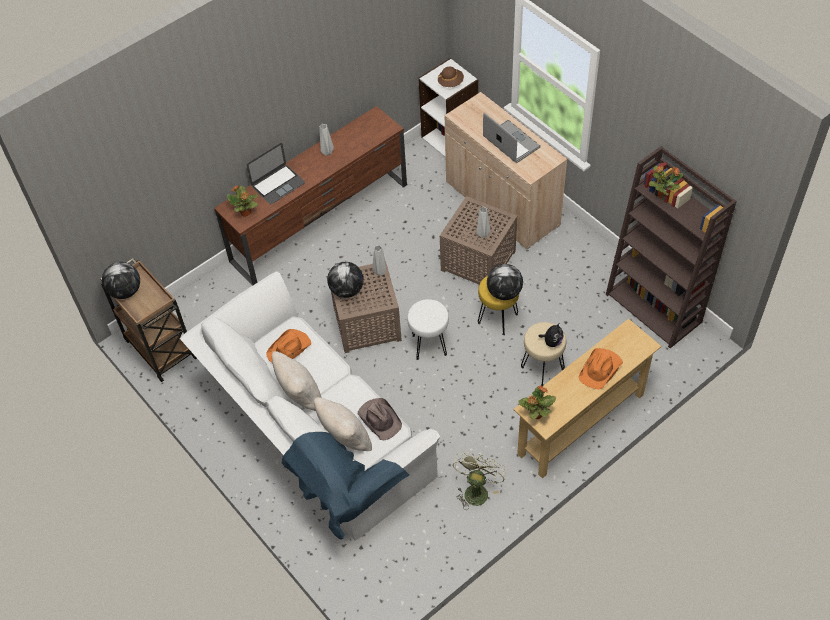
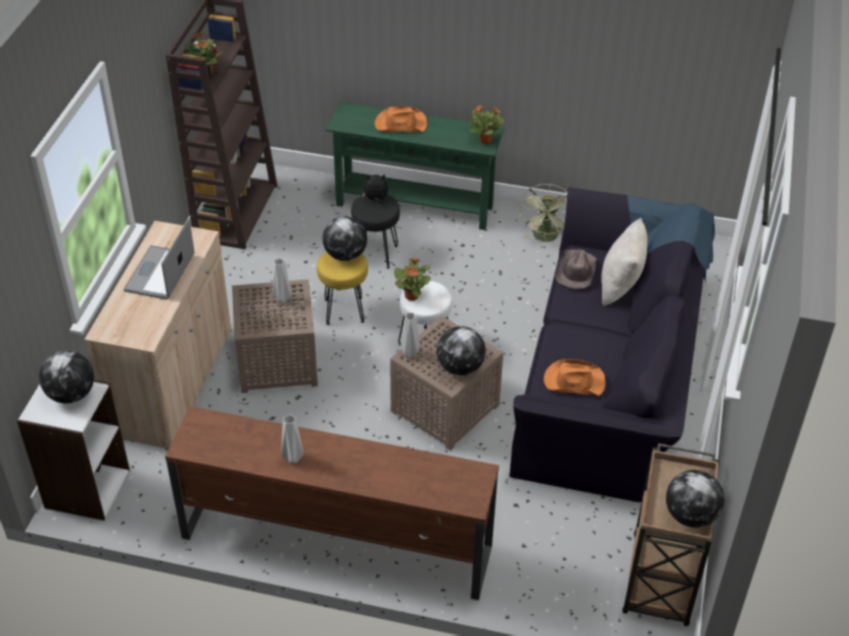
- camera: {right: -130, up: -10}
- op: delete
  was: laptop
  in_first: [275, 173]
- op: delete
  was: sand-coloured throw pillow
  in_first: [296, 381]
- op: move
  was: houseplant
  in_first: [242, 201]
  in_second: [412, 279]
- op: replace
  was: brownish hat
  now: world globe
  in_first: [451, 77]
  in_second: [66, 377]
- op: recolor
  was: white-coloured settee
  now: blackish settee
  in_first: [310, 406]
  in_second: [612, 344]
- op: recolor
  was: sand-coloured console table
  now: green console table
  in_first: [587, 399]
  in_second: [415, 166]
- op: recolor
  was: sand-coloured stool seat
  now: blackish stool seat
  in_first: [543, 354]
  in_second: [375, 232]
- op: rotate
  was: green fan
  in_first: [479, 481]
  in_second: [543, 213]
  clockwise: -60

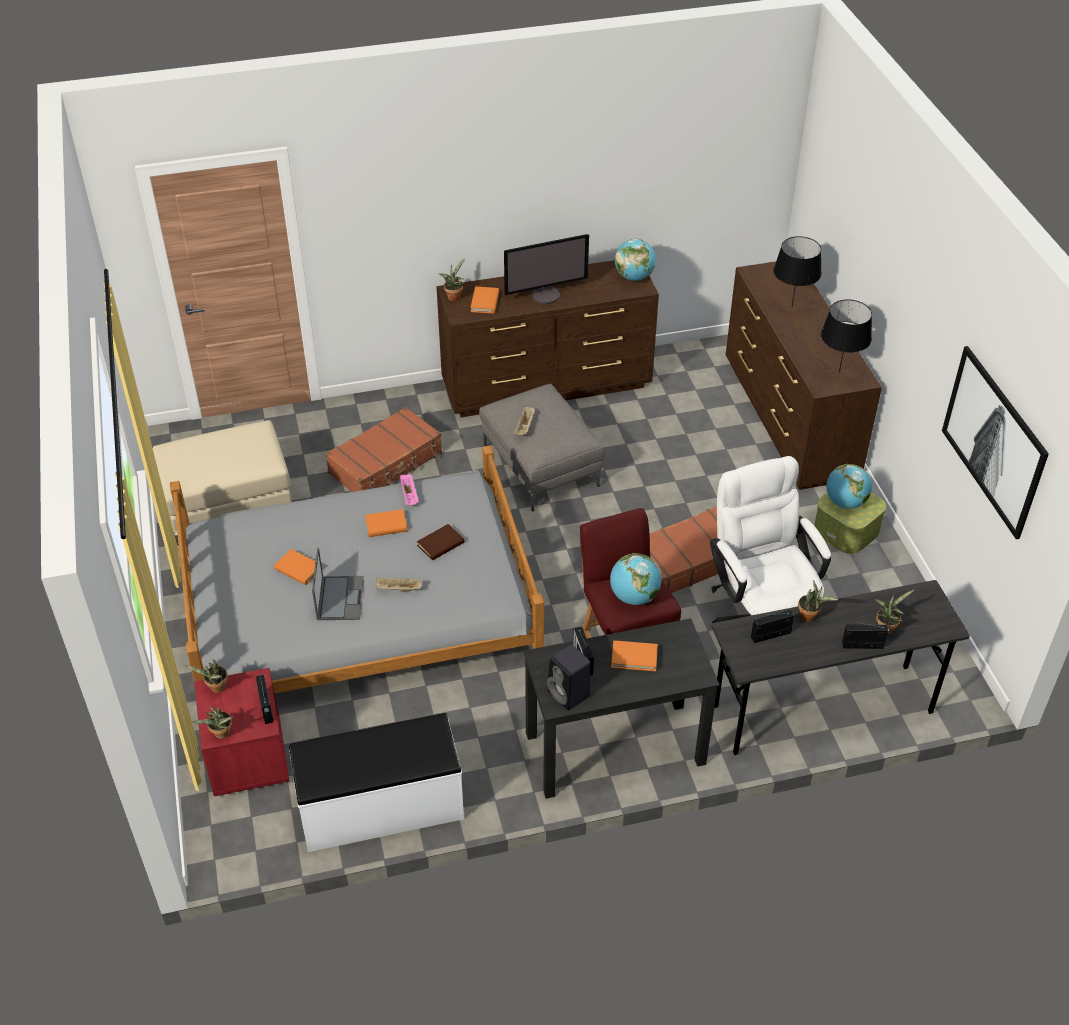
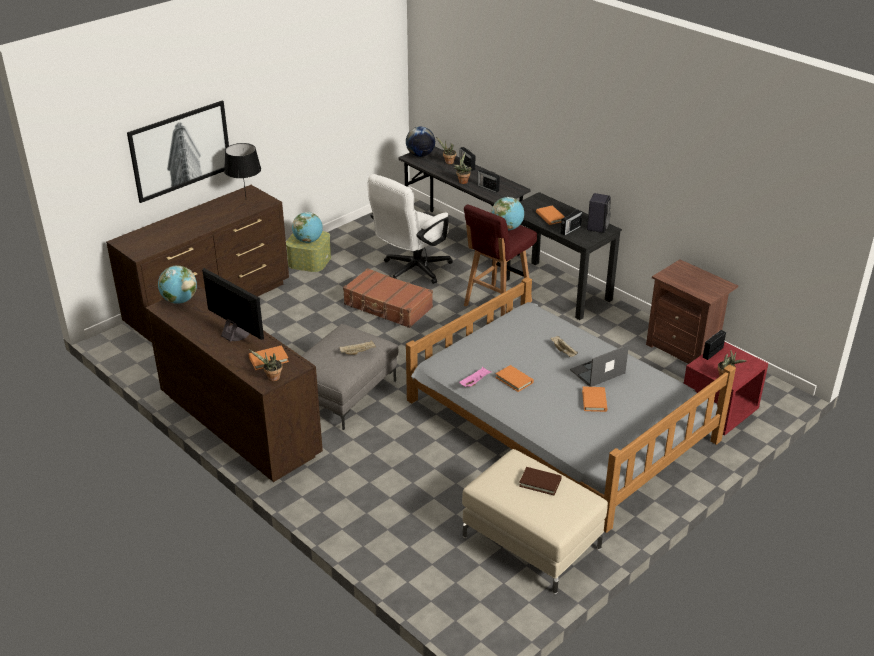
- camera: {right: -120, up: -10}
- op: delete
  was: houseplant
  in_first: [212, 723]
- op: delete
  was: brownish travel case
  in_first: [383, 449]
- op: delete
  was: blackish lamp for a table
  in_first: [798, 271]
- op: insert
  now: world globe
  in_second: [420, 142]
- op: move
  was: brownish bound book
  in_first: [441, 542]
  in_second: [540, 481]
- op: move
  was: picture
  in_first: [995, 442]
  in_second: [178, 152]
- op: replace
  was: white-coloured long seat
  now: brownish bedside table
  in_first: [376, 782]
  in_second: [692, 311]

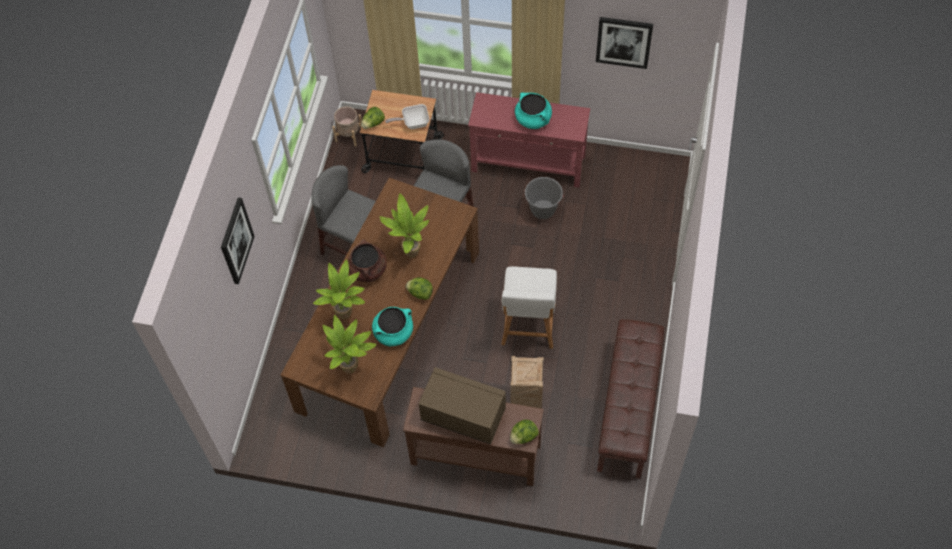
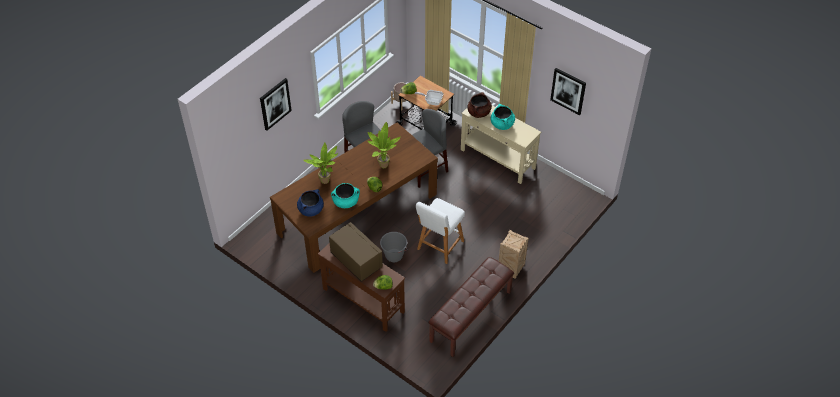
- camera: {right: 25, up: -10}
- op: move
  was: brownish saucepot
  in_first: [367, 260]
  in_second: [479, 105]
- op: move
  was: shipping crate
  in_first: [527, 382]
  in_second: [514, 254]
- op: move
  was: grey water bucket
  in_first: [544, 198]
  in_second: [393, 247]
- op: replace
  was: houseplant
  now: blue-coloured saucepot
  in_first: [350, 344]
  in_second: [310, 203]
- op: recolor
  was: red console table
  now: sand-coloured console table
  in_first: [529, 140]
  in_second: [501, 144]

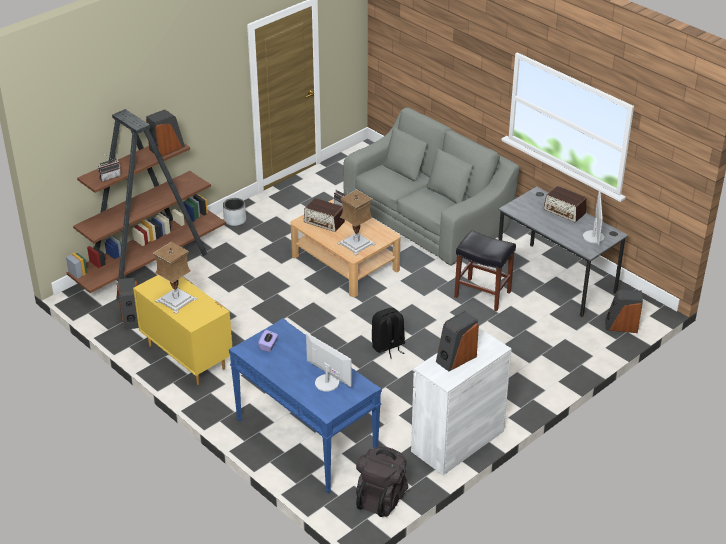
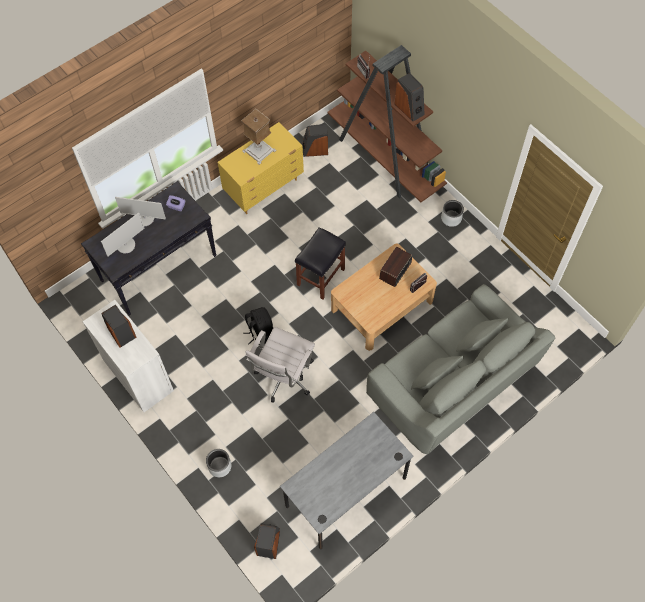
- camera: {right: 95, up: 25}
- op: delete
  was: lamp for a table
  in_first: [356, 222]
- op: delete
  was: blackish rucksack
  in_first: [382, 481]
- op: delete
  was: radio
  in_first: [565, 204]
- op: insert
  now: grey plant pot
  in_second: [219, 463]
- op: insert
  now: white-coloured desk chair
  in_second: [280, 364]
- op: move
  was: blackish stool seat
  in_first: [485, 270]
  in_second: [320, 263]
- op: move
  was: computer screen
  in_first: [593, 217]
  in_second: [140, 211]
- op: recolor
  was: blue-coloured console table
  now: blackish console table
  in_first: [305, 405]
  in_second: [149, 248]

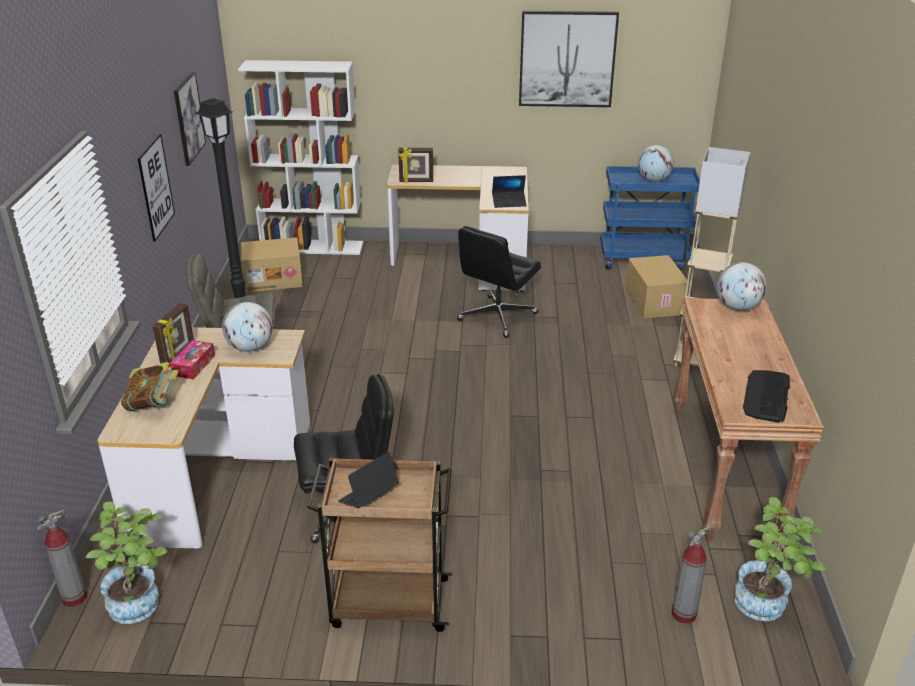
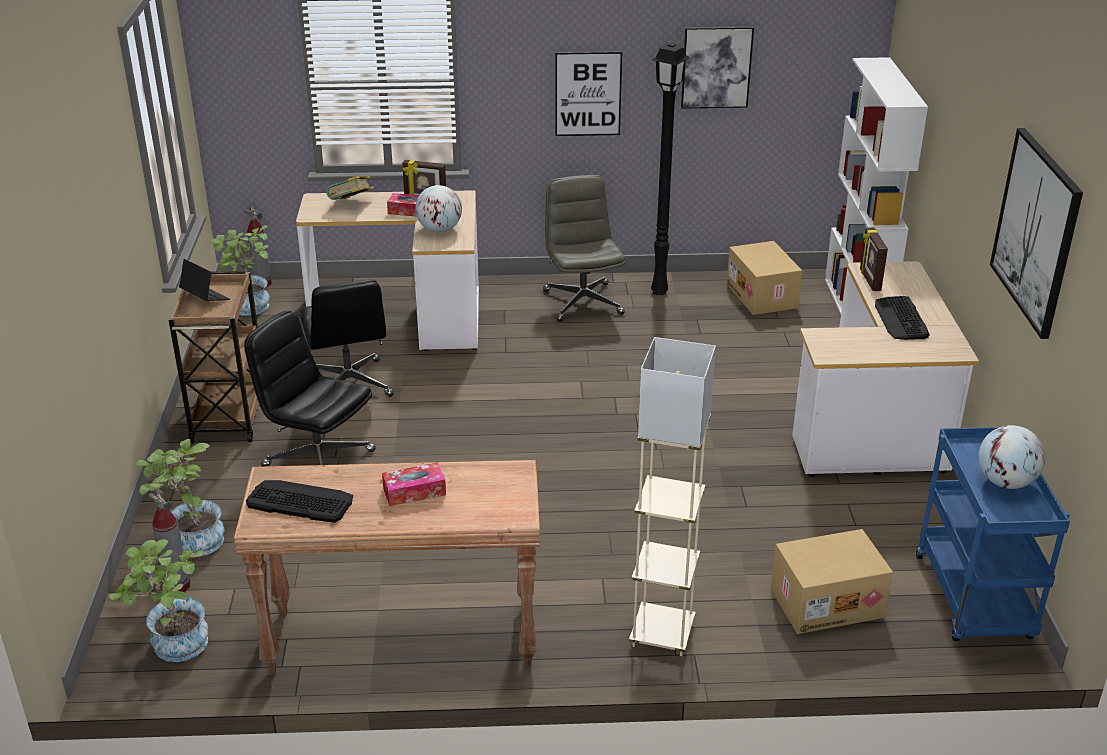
- camera: {right: 85, up: 0}
- op: delete
  was: laptop
  in_first: [509, 191]
- op: delete
  was: world globe
  in_first: [742, 286]
- op: insert
  now: houseplant
  in_second: [180, 498]
- op: insert
  now: box of tissues
  in_second: [414, 484]
- op: insert
  now: keyboard
  in_second: [902, 318]
- op: move
  was: blackish desk chair
  in_first: [499, 282]
  in_second: [310, 388]

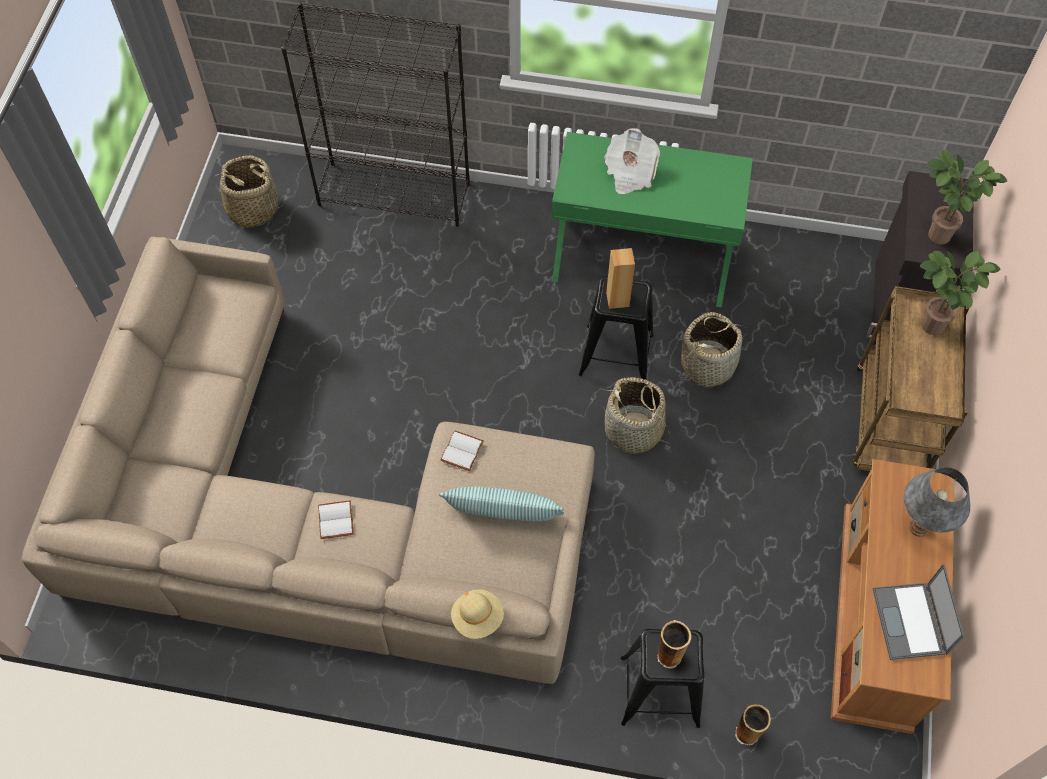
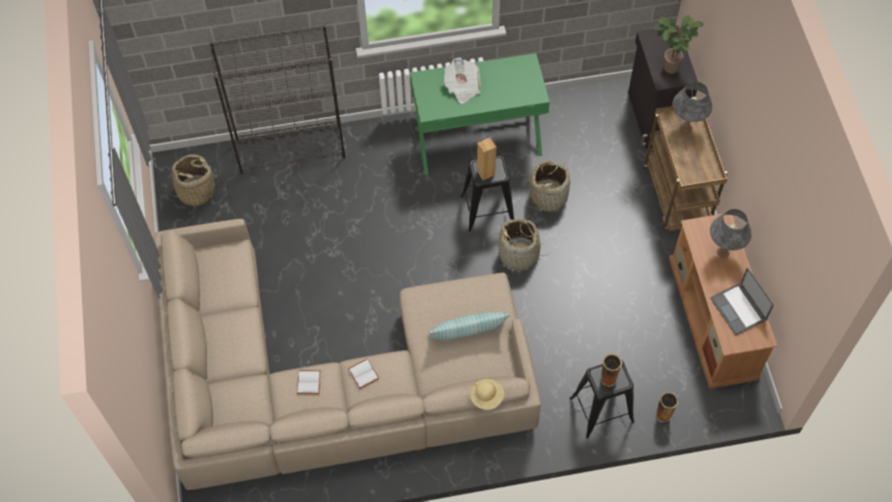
- camera: {right: -20, up: 0}
- op: move
  was: white-coloured bound book
  in_first: [462, 450]
  in_second: [309, 382]
- op: replace
  was: houseplant
  now: grey lamp for a table
  in_first: [960, 293]
  in_second: [692, 107]

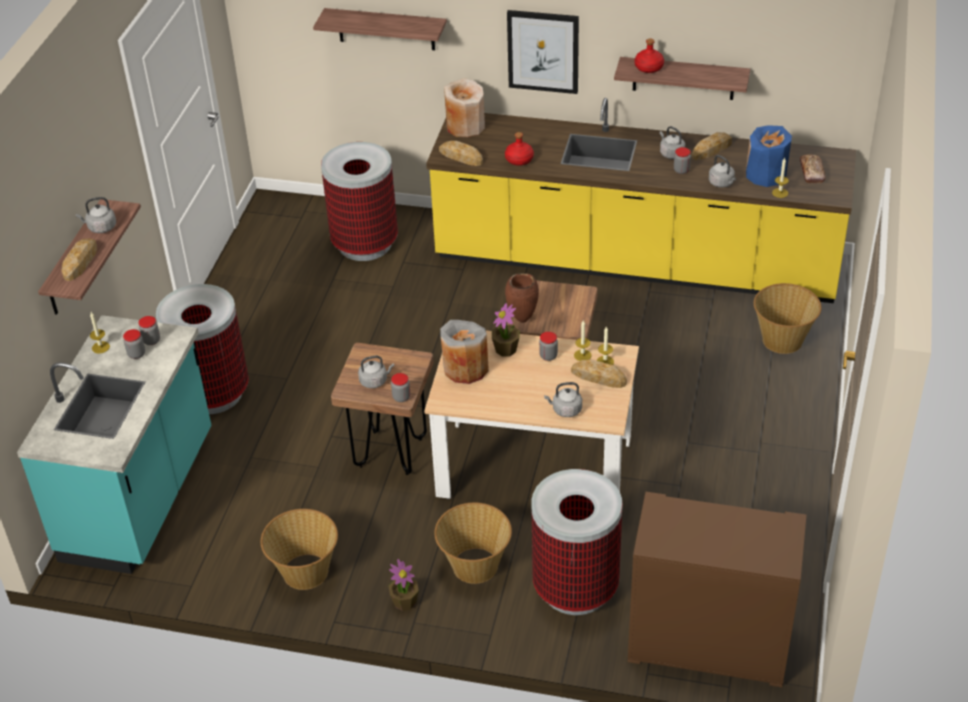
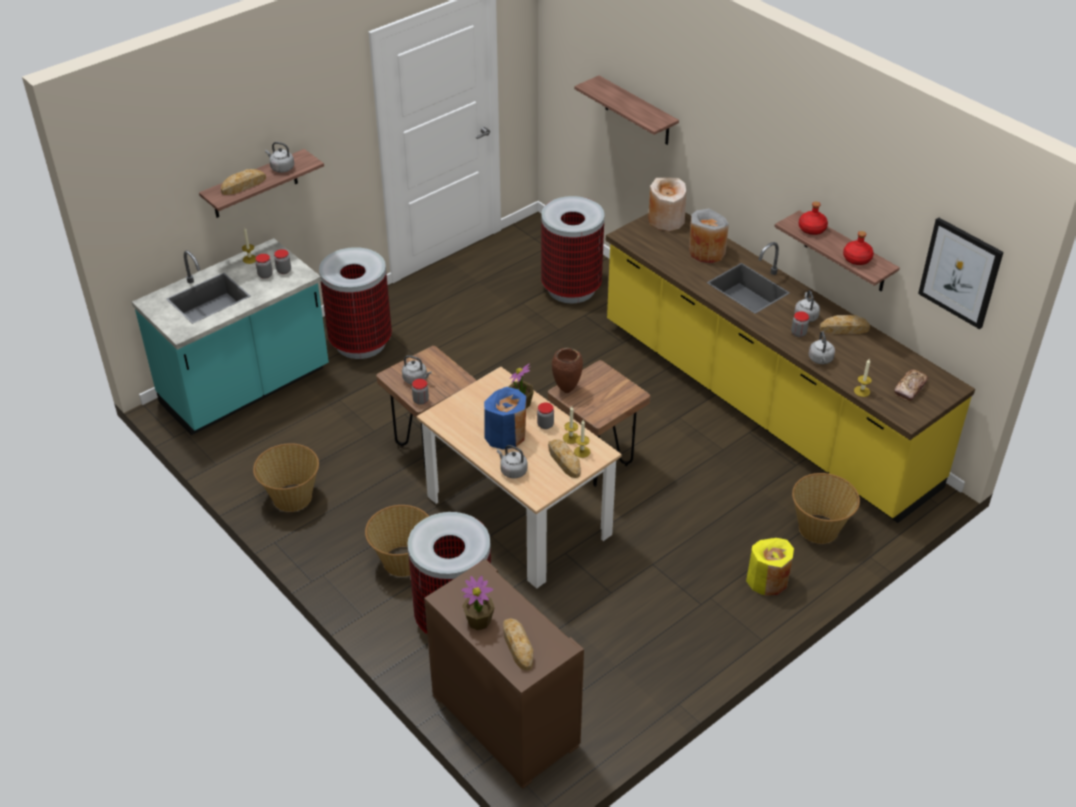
- camera: {right: 35, up: 0}
- op: insert
  now: yellowish flower vase
  in_second: [770, 567]
- op: move
  was: houseplant
  in_first: [404, 585]
  in_second: [478, 602]
- op: move
  was: bread
  in_first: [461, 153]
  in_second: [518, 644]
- op: move
  was: grey flower vase
  in_first: [464, 352]
  in_second: [709, 235]
- op: move
  was: red beverage bottle
  in_first: [519, 149]
  in_second: [858, 248]
- op: move
  was: picture
  in_first: [543, 52]
  in_second: [960, 273]
- op: move
  was: blue-coloured flower vase
  in_first: [769, 156]
  in_second: [505, 418]

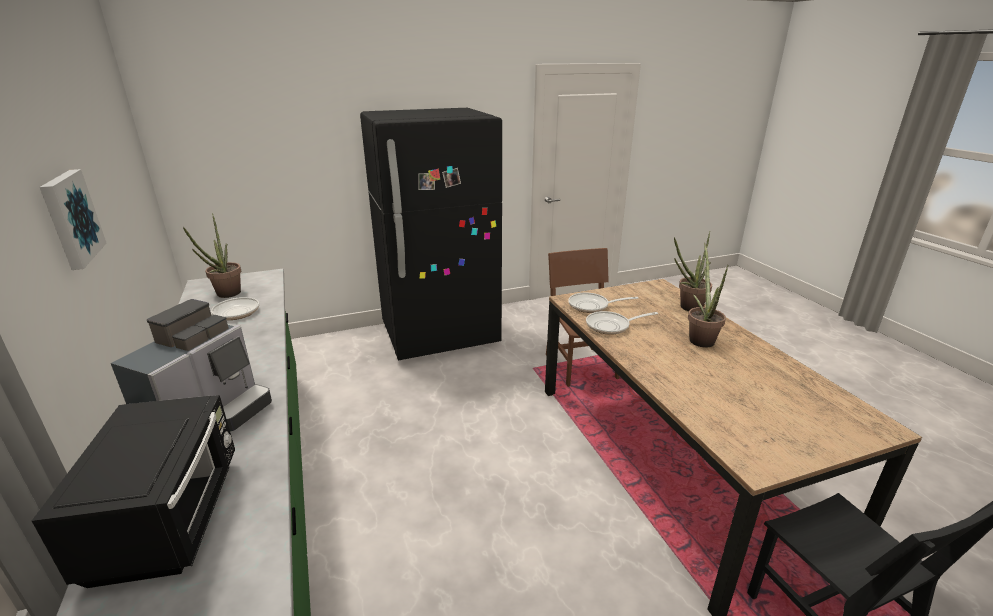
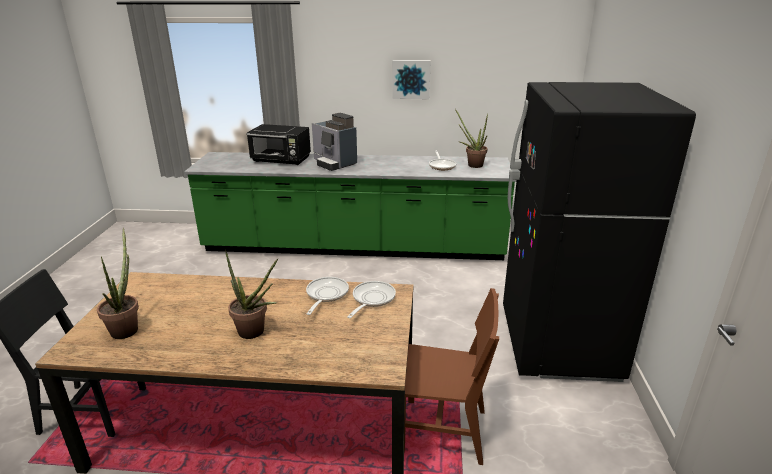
- camera: {right: 115, up: 0}
- op: move
  was: houseplant
  in_first: [693, 271]
  in_second: [118, 283]

